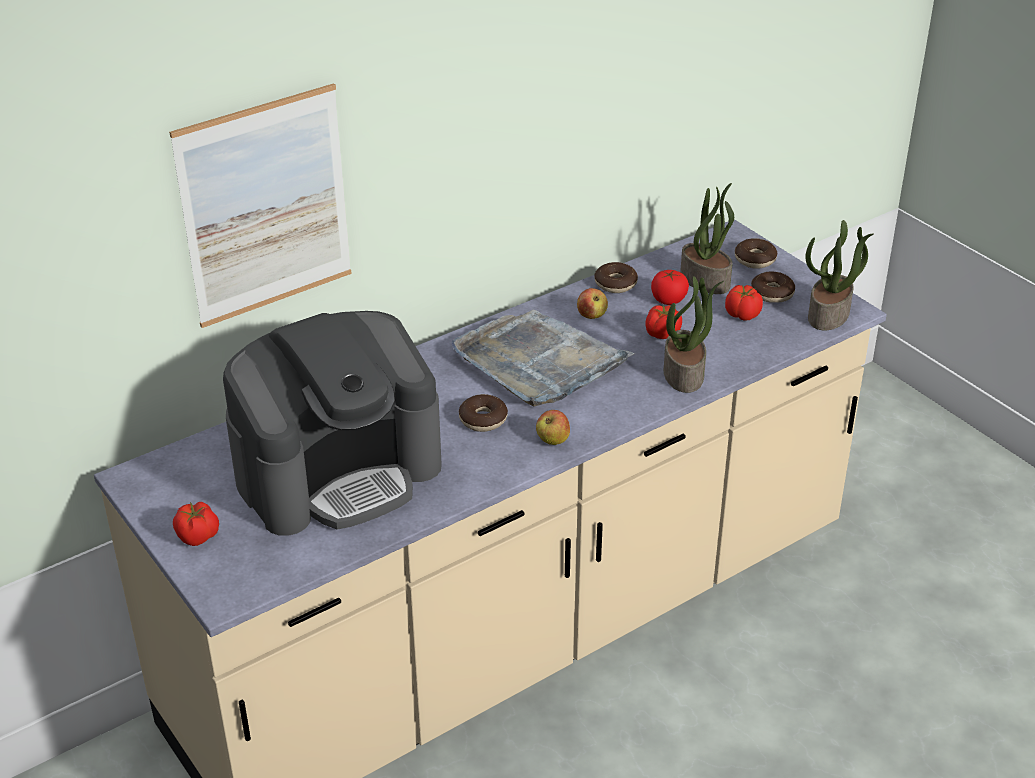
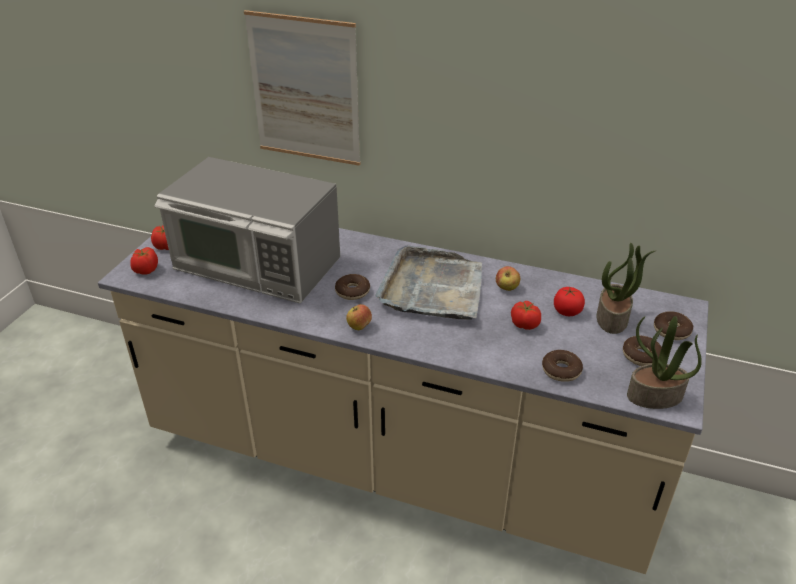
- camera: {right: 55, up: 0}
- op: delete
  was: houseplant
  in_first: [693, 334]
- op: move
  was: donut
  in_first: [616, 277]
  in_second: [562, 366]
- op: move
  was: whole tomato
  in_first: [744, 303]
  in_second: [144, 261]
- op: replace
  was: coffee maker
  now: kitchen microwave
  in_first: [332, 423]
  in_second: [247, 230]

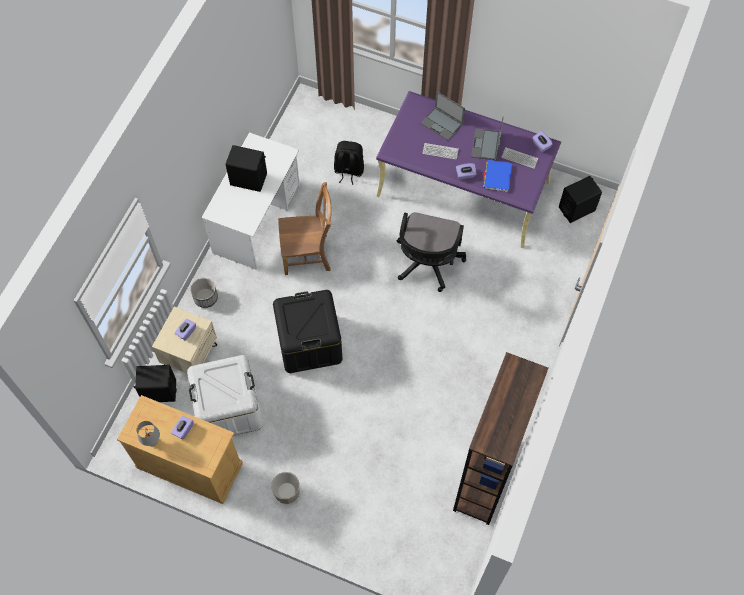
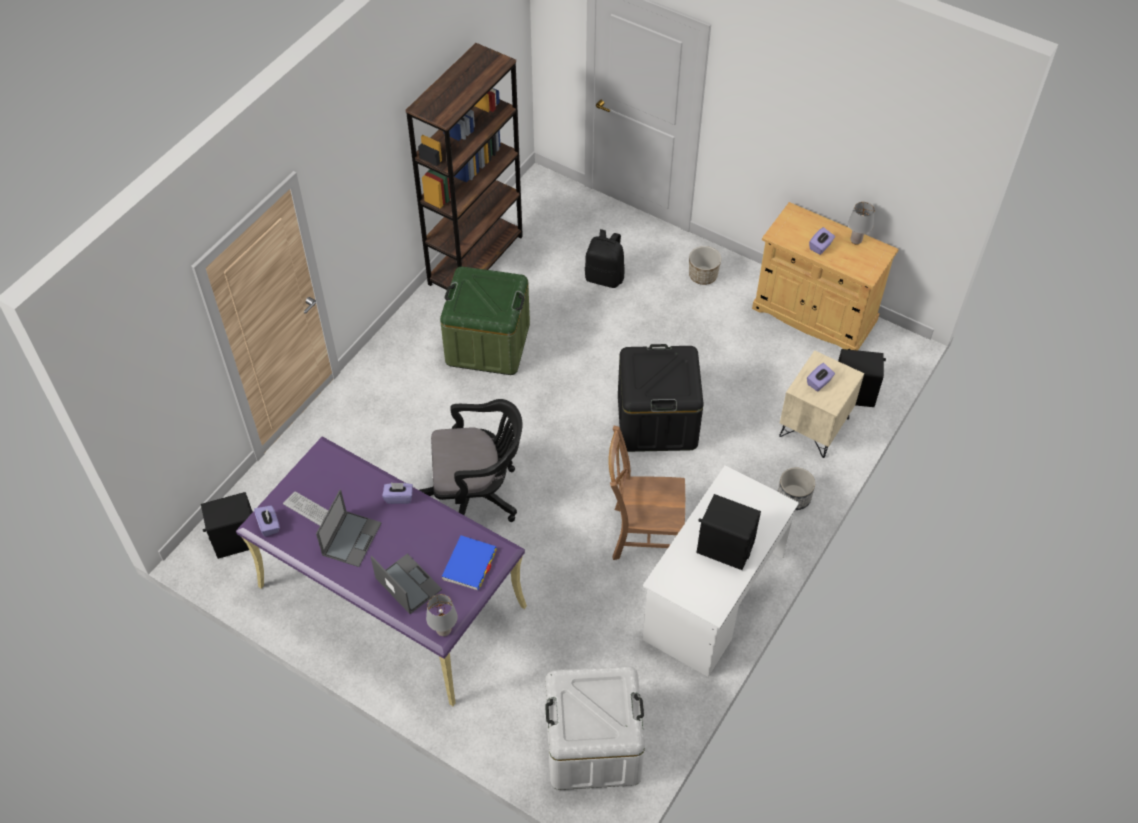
- camera: {right: -170, up: -10}
- op: delete
  was: keyboard
  in_first: [440, 151]
- op: insert
  now: grey lamp for a table
  in_second: [442, 615]
- op: insert
  now: green storage container
  in_second: [485, 320]
- op: move
  was: white-coloured storage container
  in_first: [225, 395]
  in_second: [595, 728]
- op: move
  was: blackish rucksack
  in_first: [349, 163]
  in_second: [605, 258]
- op: move
  was: blue-coloured bound book
  in_first: [497, 176]
  in_second: [469, 563]
- op: rotate
  was: blackish desk chair
  in_first: [431, 252]
  in_second: [471, 460]
  clockwise: 60

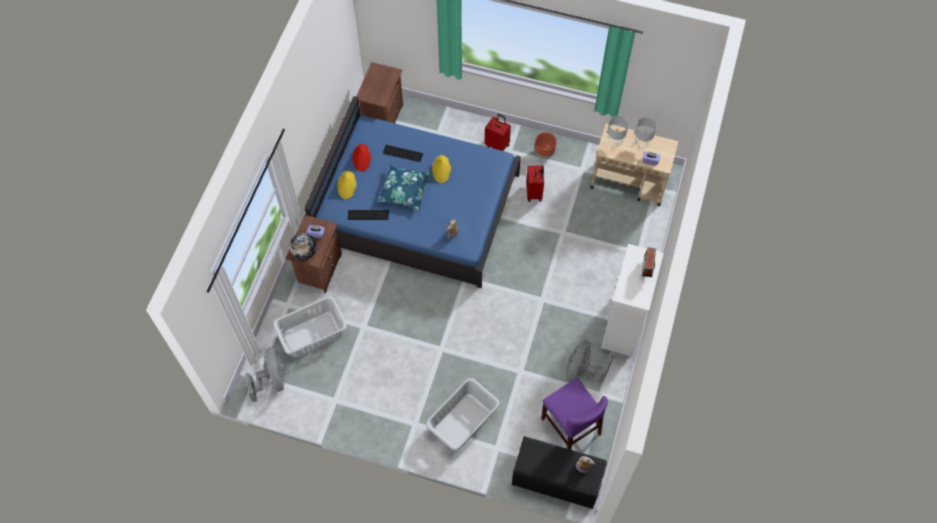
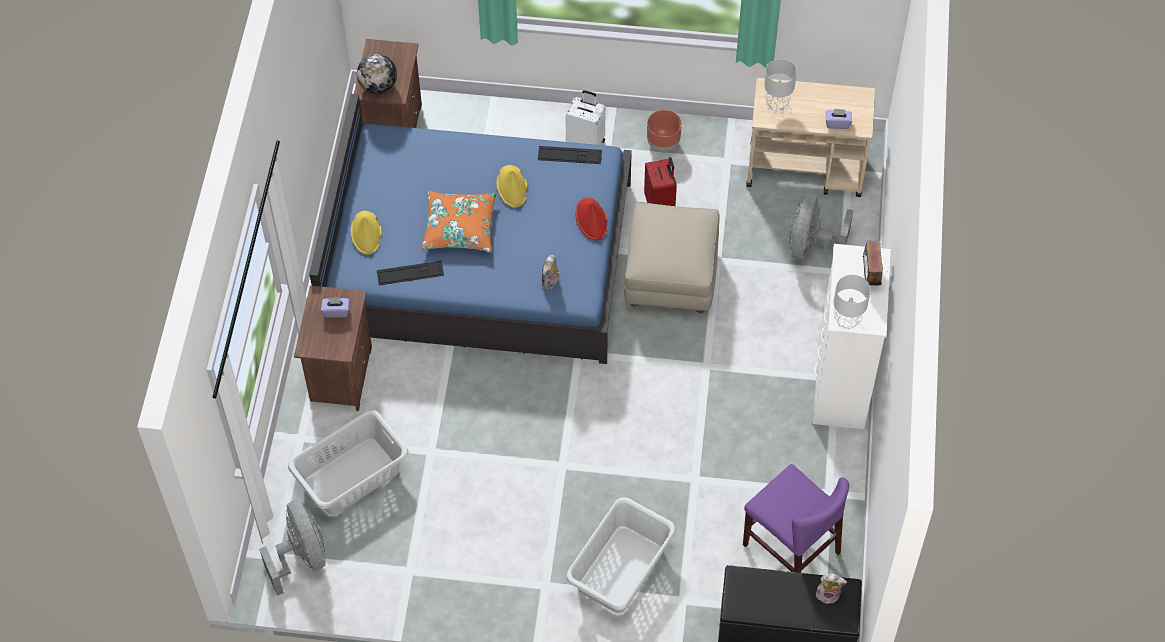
- camera: {right: -10, up: -5}
- op: insert
  now: sand-coloured pouffe
  in_second: [671, 257]
- op: move
  was: world globe
  in_first: [303, 246]
  in_second: [377, 74]
- op: move
  was: red hat
  in_first: [361, 158]
  in_second: [591, 219]
- op: move
  was: keyboard
  in_first: [403, 153]
  in_second: [570, 155]
- op: move
  was: grey fan
  in_first: [590, 361]
  in_second: [821, 227]
- op: move
  was: grey lamp for a table
  in_first: [646, 133]
  in_second: [852, 302]
- op: recolor
  was: blue-coloured throw pillow
  now: orange throw pillow
  in_first: [403, 187]
  in_second: [459, 221]
- op: recolor
  was: red travel case
  now: white-coloured travel case
  in_first: [498, 132]
  in_second: [585, 117]

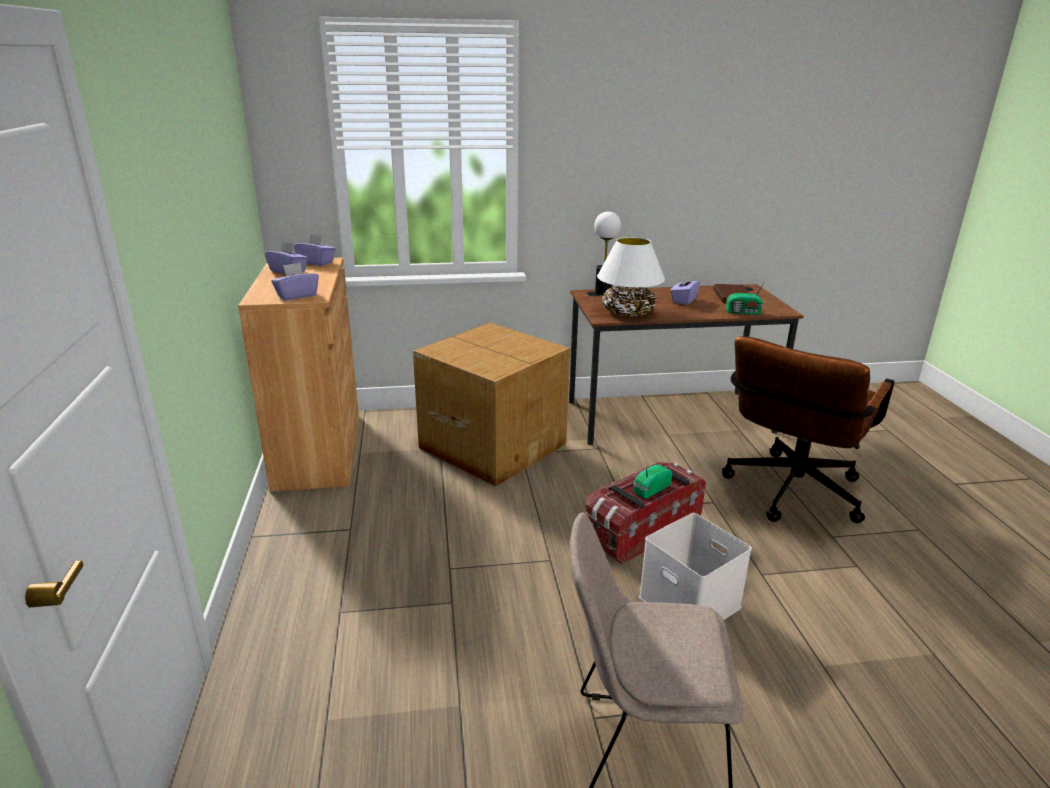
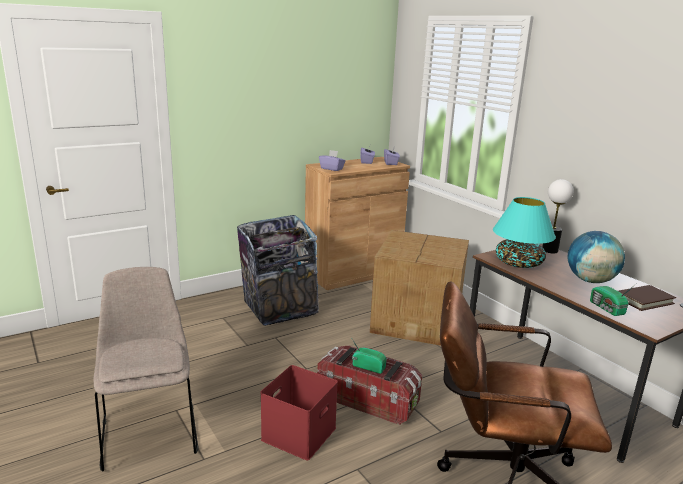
- camera: {right: 65, up: -5}
- op: insert
  now: waste bin
  in_second: [278, 270]
- op: replace
  was: purplish box of tissues
  now: world globe
  in_first: [685, 289]
  in_second: [596, 257]
- op: recolor
  was: white-coloured lamp for a table
  now: blue-green lamp for a table
  in_first: [631, 276]
  in_second: [524, 232]
- op: recolor
  was: white-coloured storage container
  now: red storage container
  in_first: [695, 566]
  in_second: [299, 413]

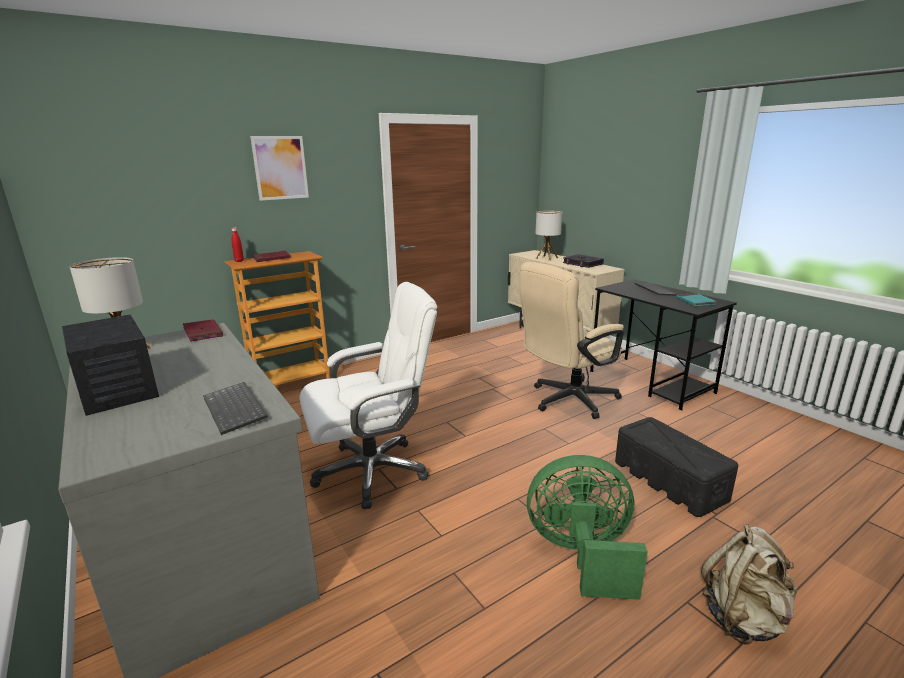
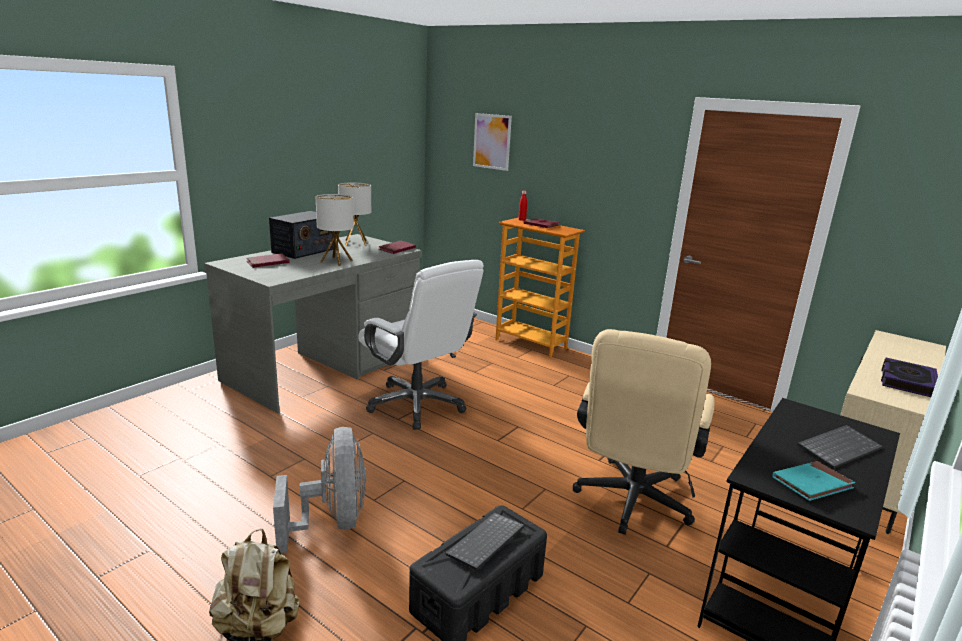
- camera: {right: 70, up: 0}
- op: insert
  now: red bound book
  in_second: [268, 260]
- op: move
  was: keyboard
  in_first: [235, 408]
  in_second: [485, 541]
- op: move
  was: picture
  in_first: [279, 168]
  in_second: [492, 142]
- op: move
  was: lamp for a table
  in_first: [548, 236]
  in_second: [335, 230]
- op: recolor
  was: green fan
  now: grey fan
  in_first: [587, 527]
  in_second: [319, 490]
- op: rotate
  was: sand-coloured desk chair
  in_first: [571, 340]
  in_second: [644, 432]
  clockwise: -105

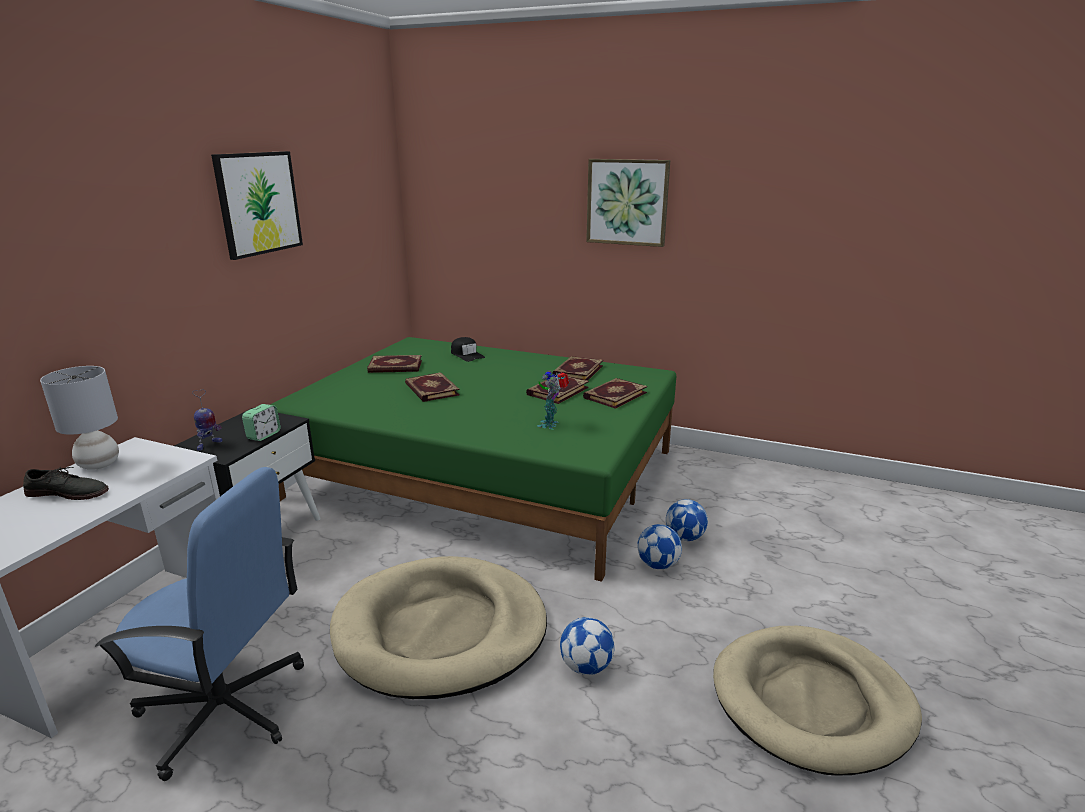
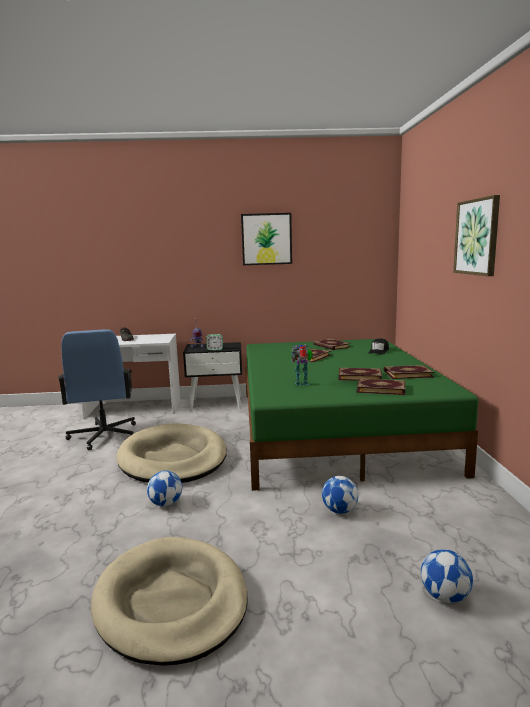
- camera: {right: 65, up: -10}
- op: delete
  was: grey lamp for a table
  in_first: [79, 418]
- op: move
  was: football
  in_first: [659, 546]
  in_second: [447, 576]

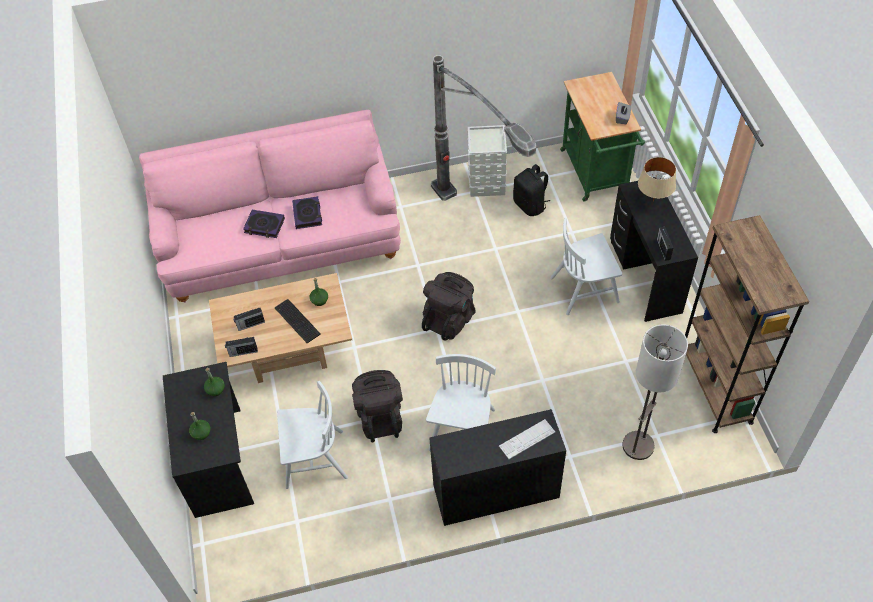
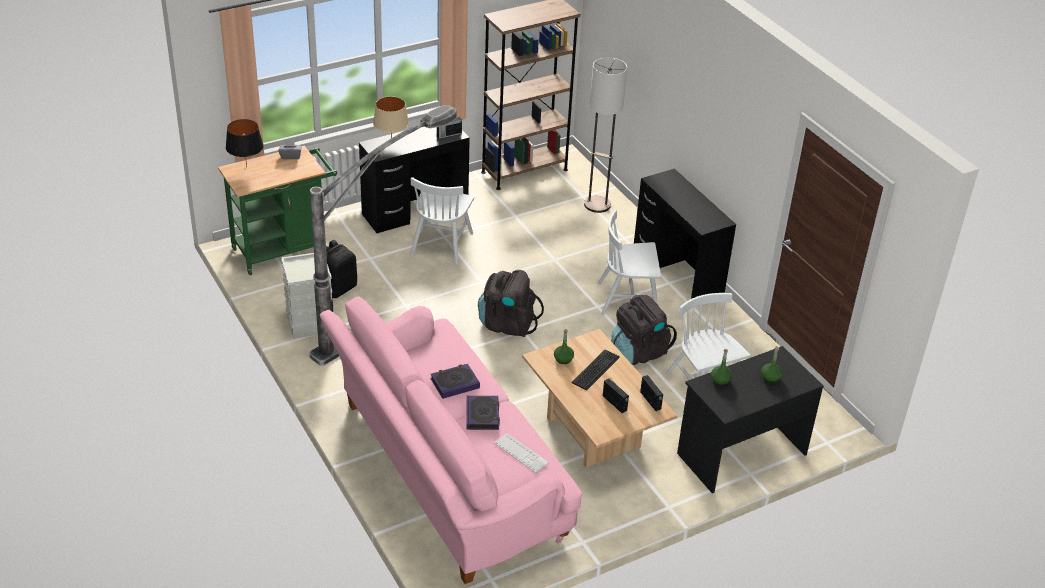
- camera: {right: -110, up: -15}
- op: insert
  now: blackish lamp for a table
  in_second: [245, 143]
- op: move
  was: keyboard
  in_first: [527, 439]
  in_second: [521, 453]
- op: rotate
  was: white-coloured chair
  in_first: [586, 266]
  in_second: [442, 221]
  clockwise: 45

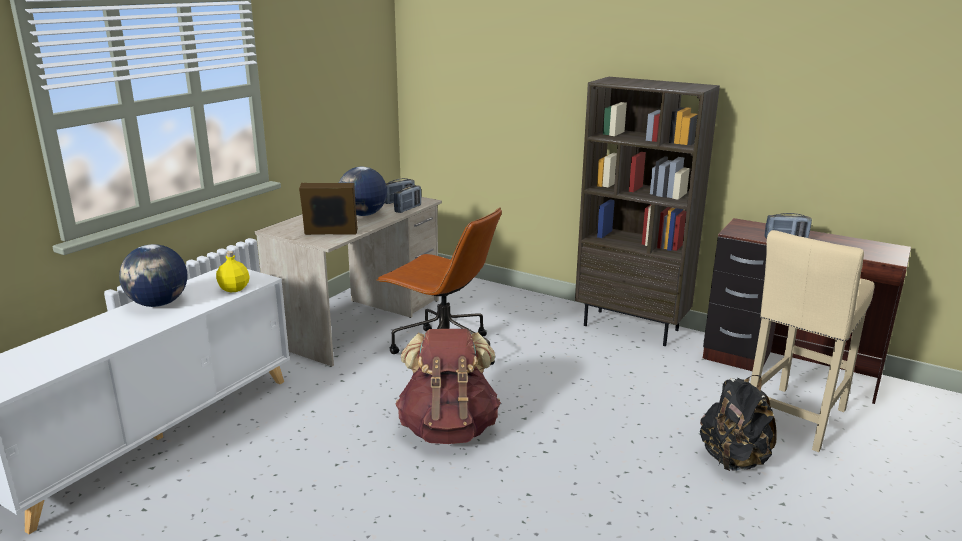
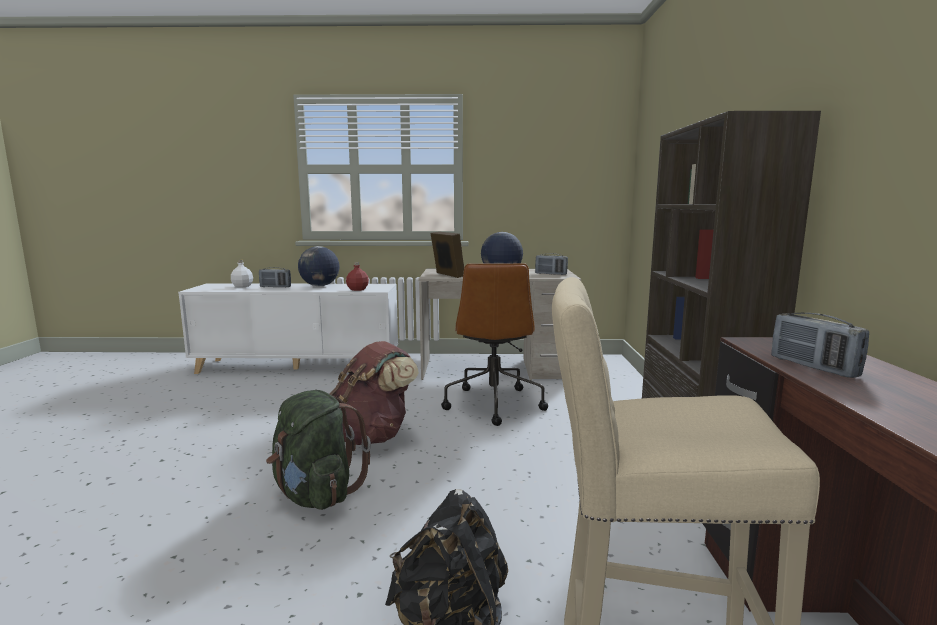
- camera: {right: 60, up: -10}
- op: insert
  now: white-coloured beverage bottle
  in_second: [242, 273]
- op: insert
  now: green rucksack
  in_second: [318, 450]
- op: move
  was: radio
  in_first: [407, 199]
  in_second: [275, 277]
- op: recolor
  was: yellowish beverage bottle
  now: red beverage bottle
  in_first: [233, 271]
  in_second: [357, 276]

